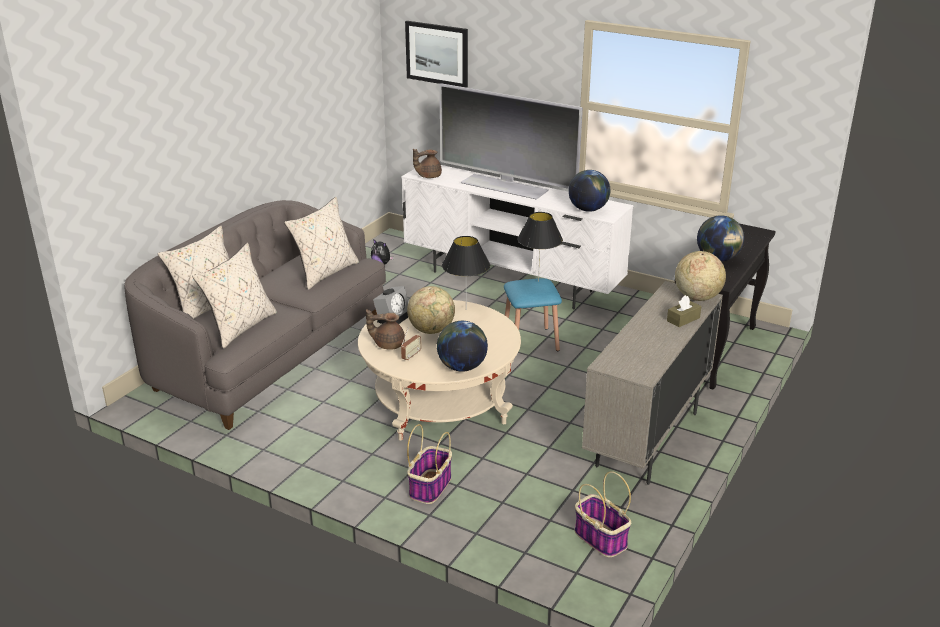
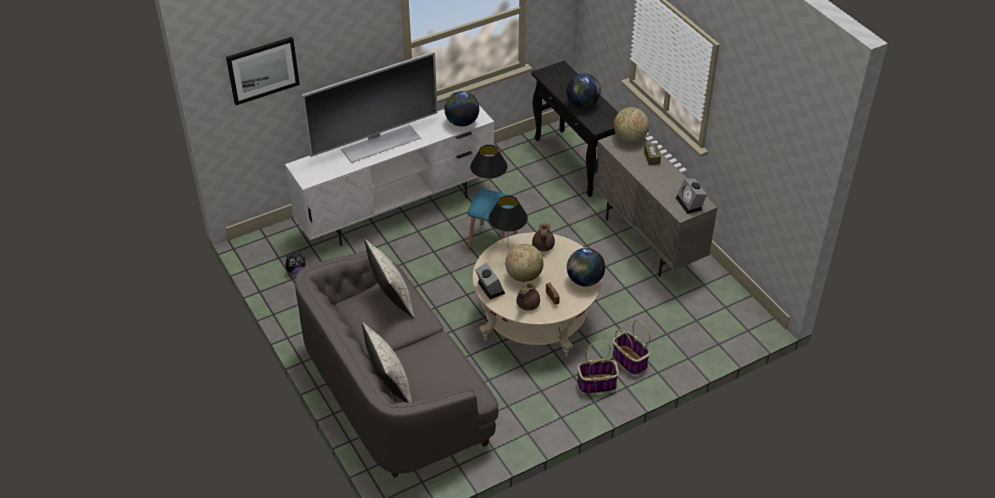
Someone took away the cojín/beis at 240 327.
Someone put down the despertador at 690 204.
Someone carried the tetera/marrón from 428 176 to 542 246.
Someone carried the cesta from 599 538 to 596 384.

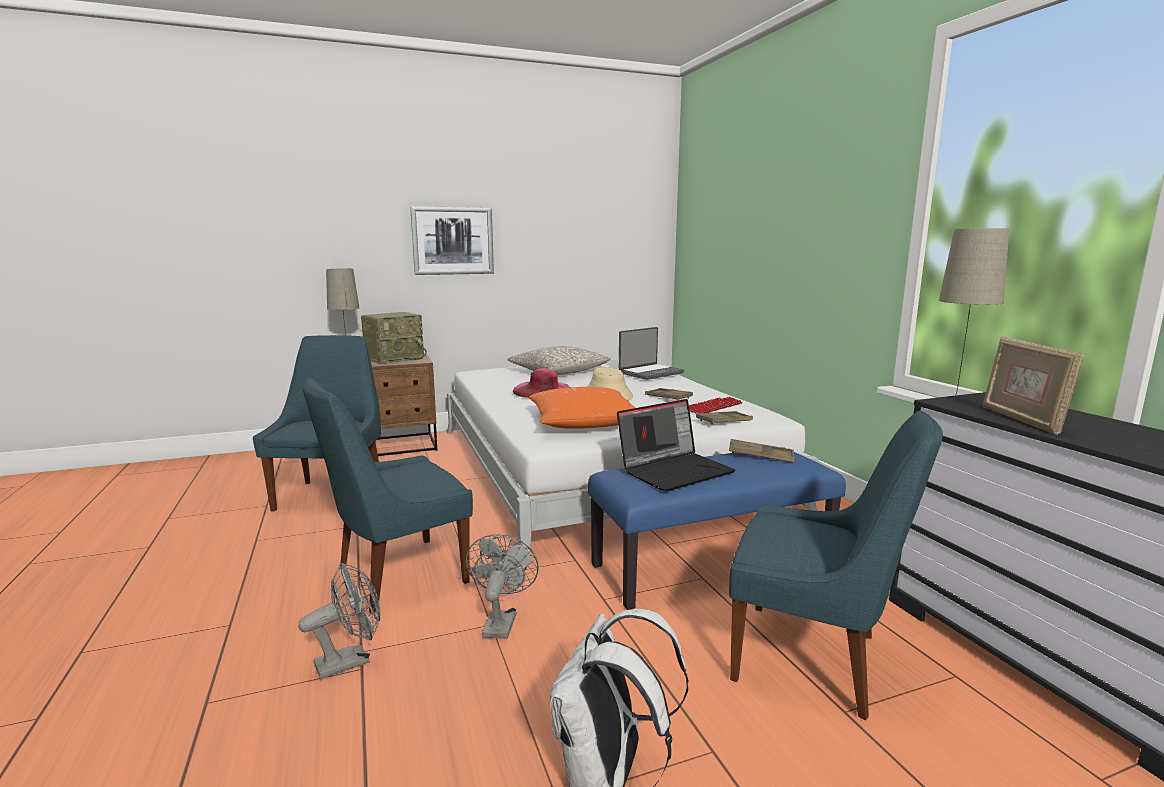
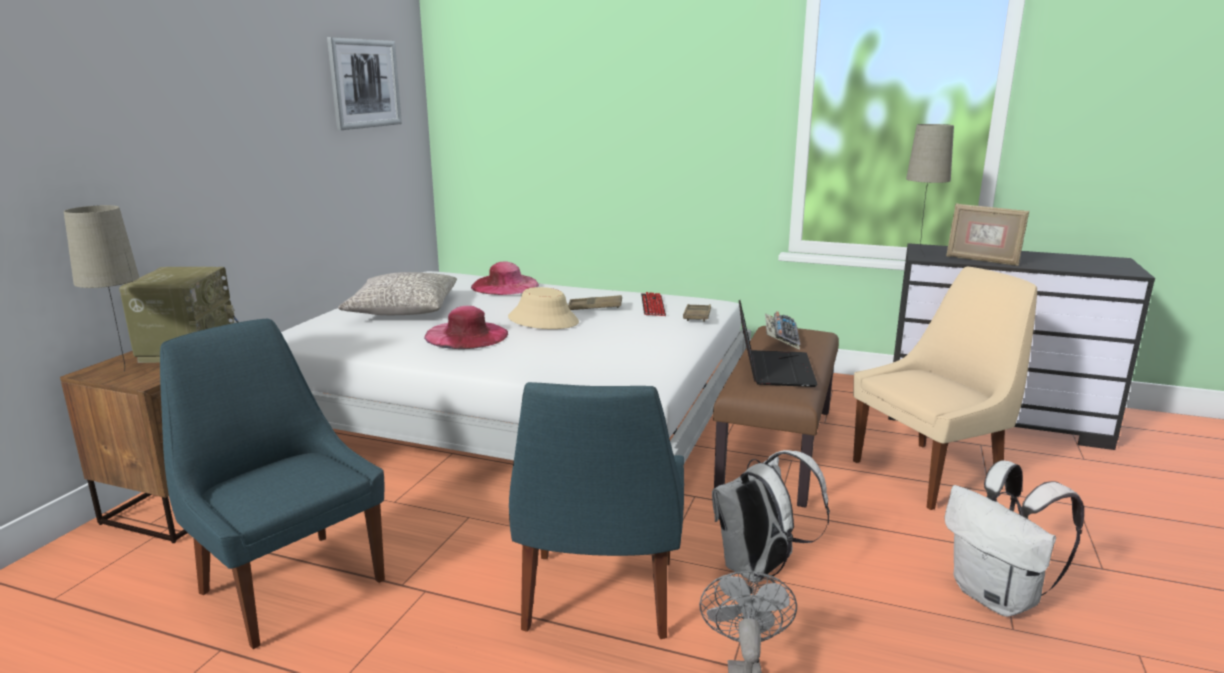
Someone took away the cojín/naranja at 584 423.
Someone carried the cuadro from 453 241 to 365 83.
Someone swapped the ventilador/gris at 501 621 for the mochila/blanco at 759 570.
Someone swapped the portátil at 650 373 for the sombrero/rosa at 505 285.
Someone swapped the bandeja/marrón at 761 455 for the teclado at 780 336.
Someone repainted the banco/azul at 711 564, which became the banco/marrón at 775 448.
Someone repainted the silla/azul at 812 659, which became the silla/beis at 930 474.

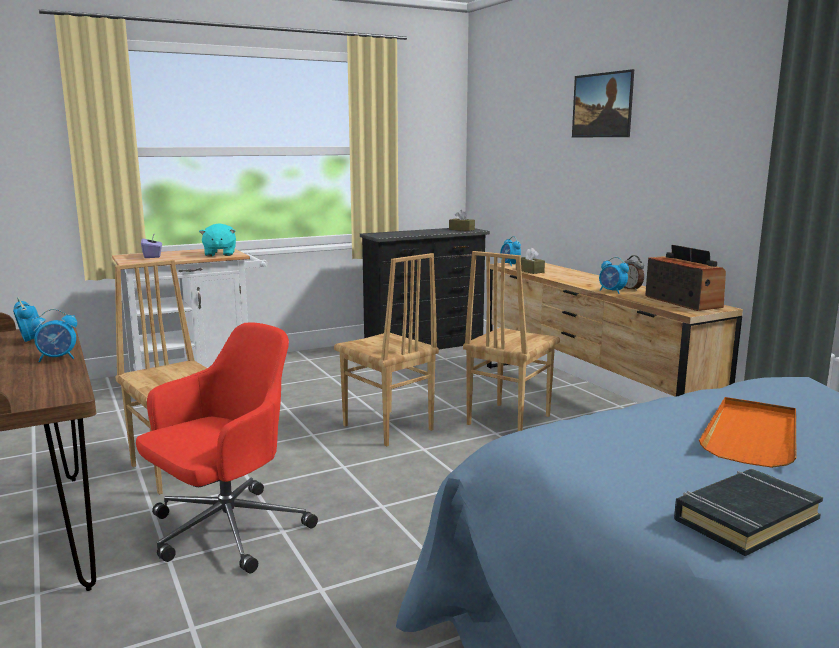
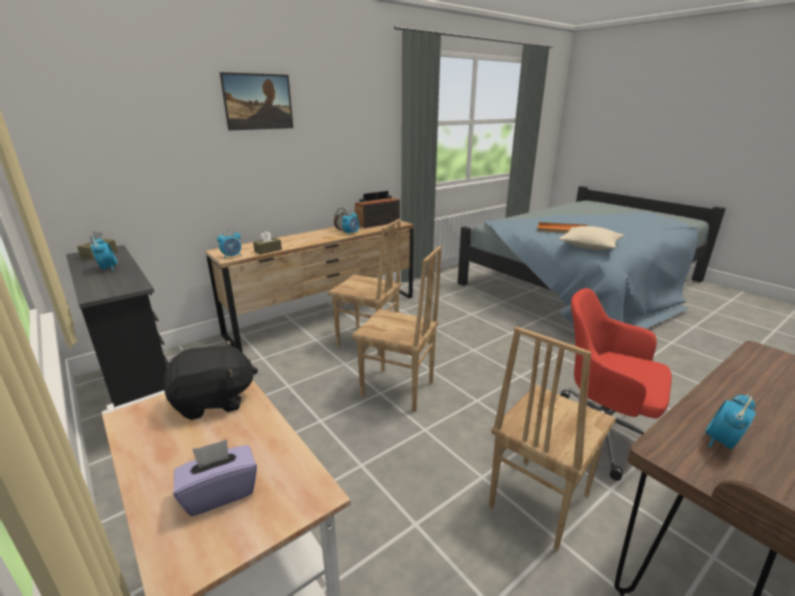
Someone took away the libro/negro at 745 519.
Someone put down the cojín/beis at 590 246.
Someone carried the despertador from 58 358 to 108 268.
Someone repainted the peluche/turquesa at 219 254, which became the peluche/negro at 214 401.
Someone rotated the silla/marrón at 387 428 by 75 degrees clockwise.

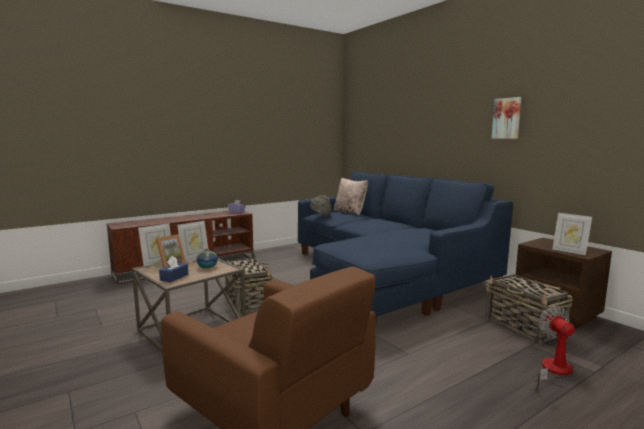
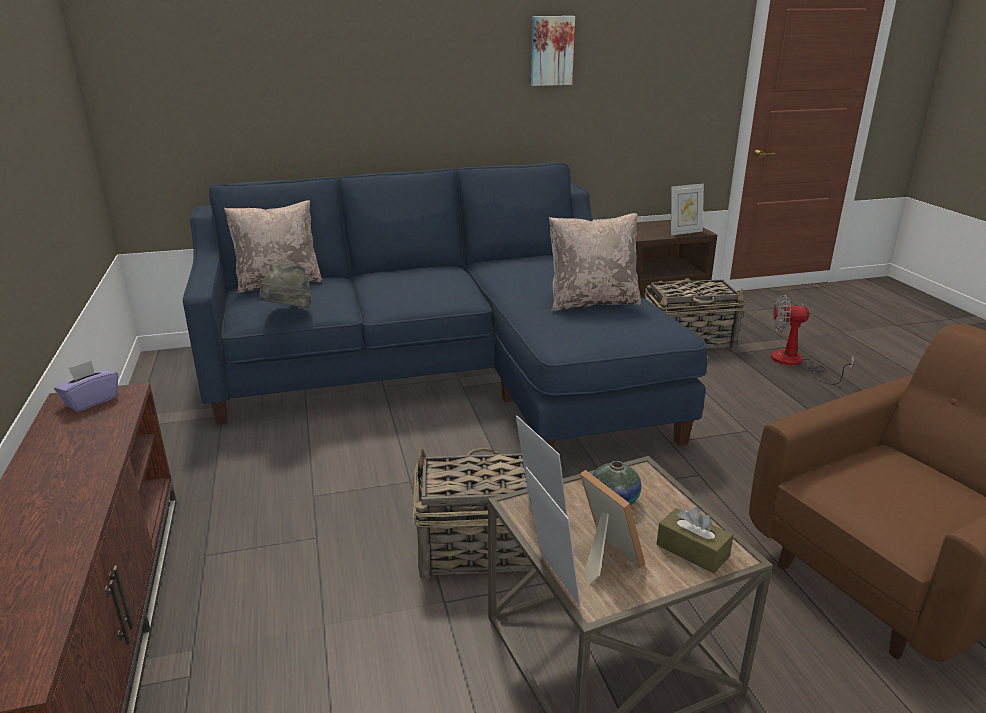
Someone put down the cojín/beis at 592 302.
Someone repainted the caja de pañuelos/azul at 174 277, which became the caja de pañuelos/marrón at 692 550.

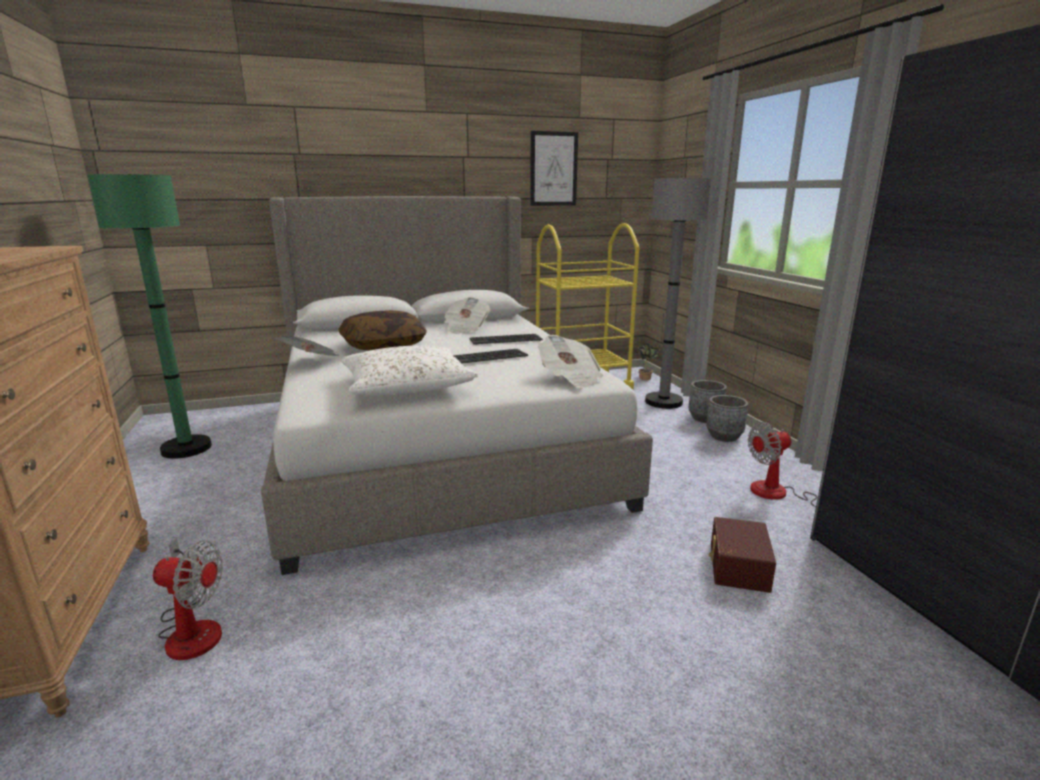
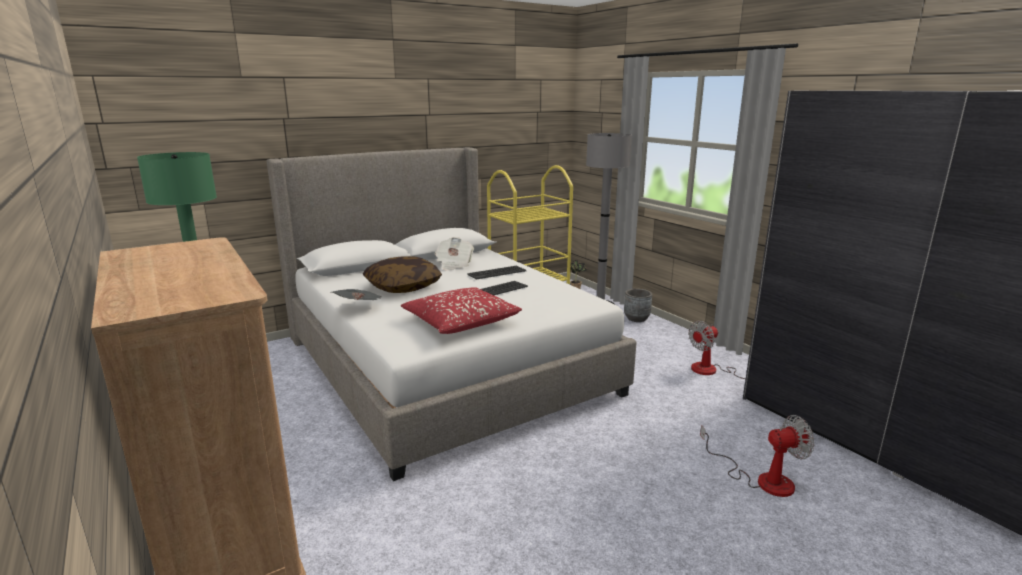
Someone took away the cuadro at 553 169.
Someone took away the periódico at 570 378.
Someone took away the maceta/gris at 724 436.
Someone took away the caja de almacenaje/marrón at 737 566.
Someone carried the ventilador from 192 629 to 762 479.
Someone repainted the cojín/blanco at 407 386, which became the cojín/rojo at 461 322.

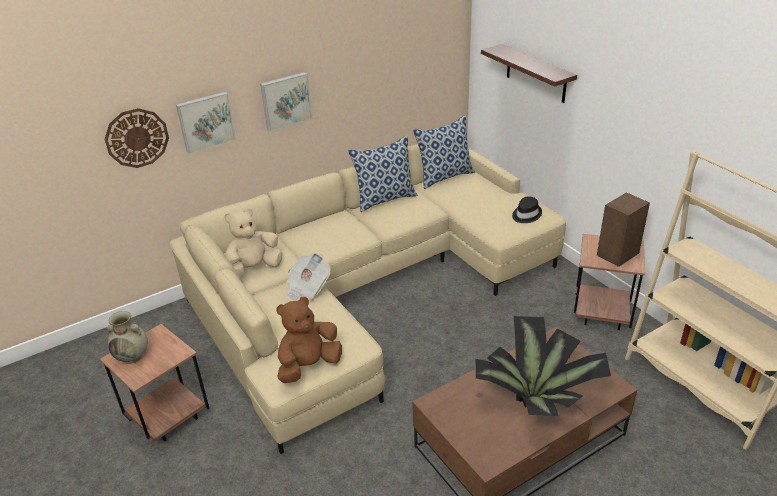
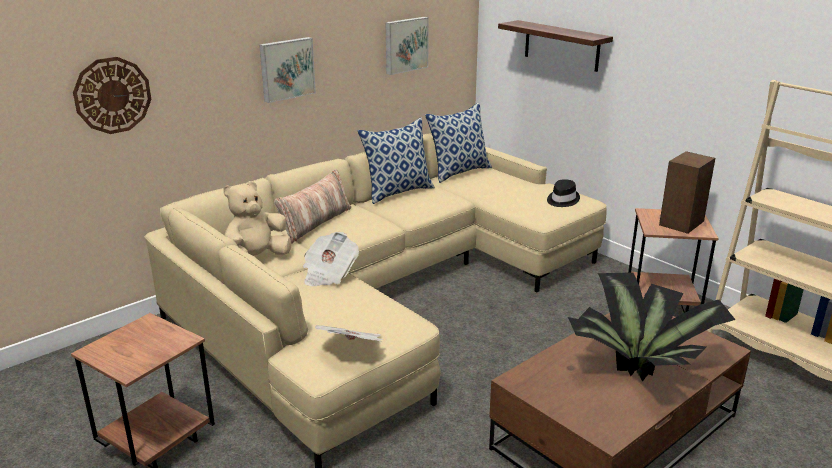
Someone took away the florero/beis at 133 356.
Someone put down the cojín at 315 224.
Someone carried the cuadro from 205 121 to 405 45.
Someone swapped the peluche/marrón at 309 366 for the periódico at 353 348.

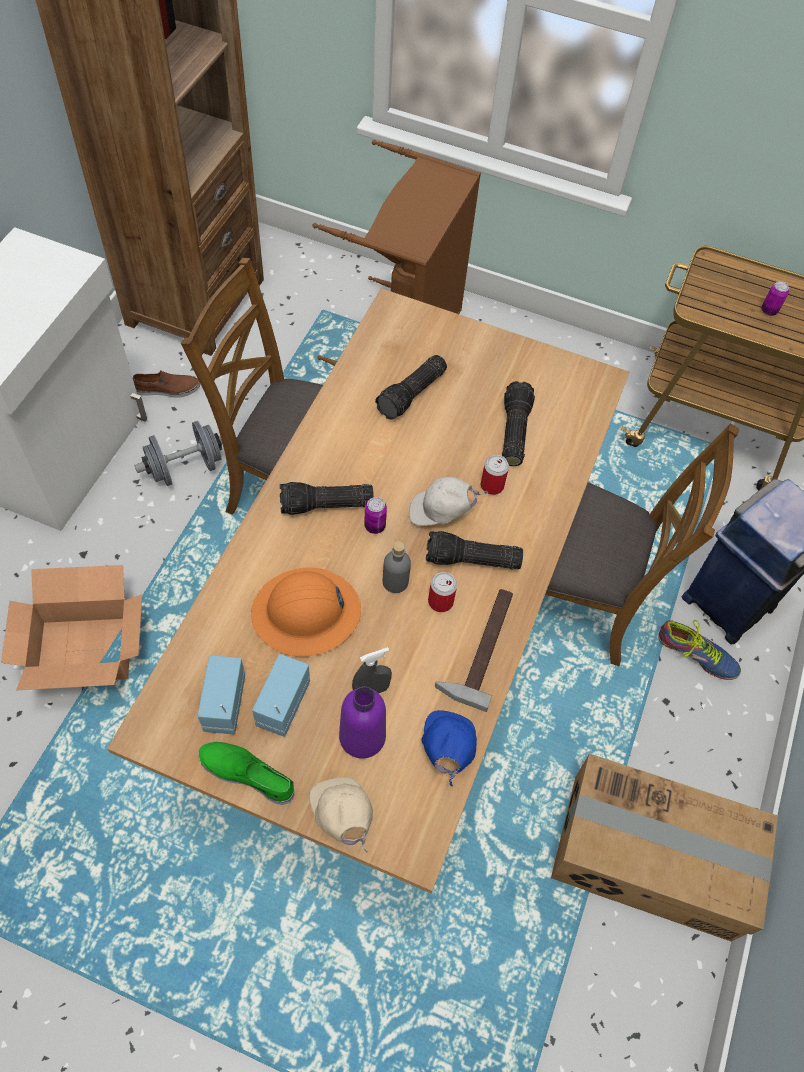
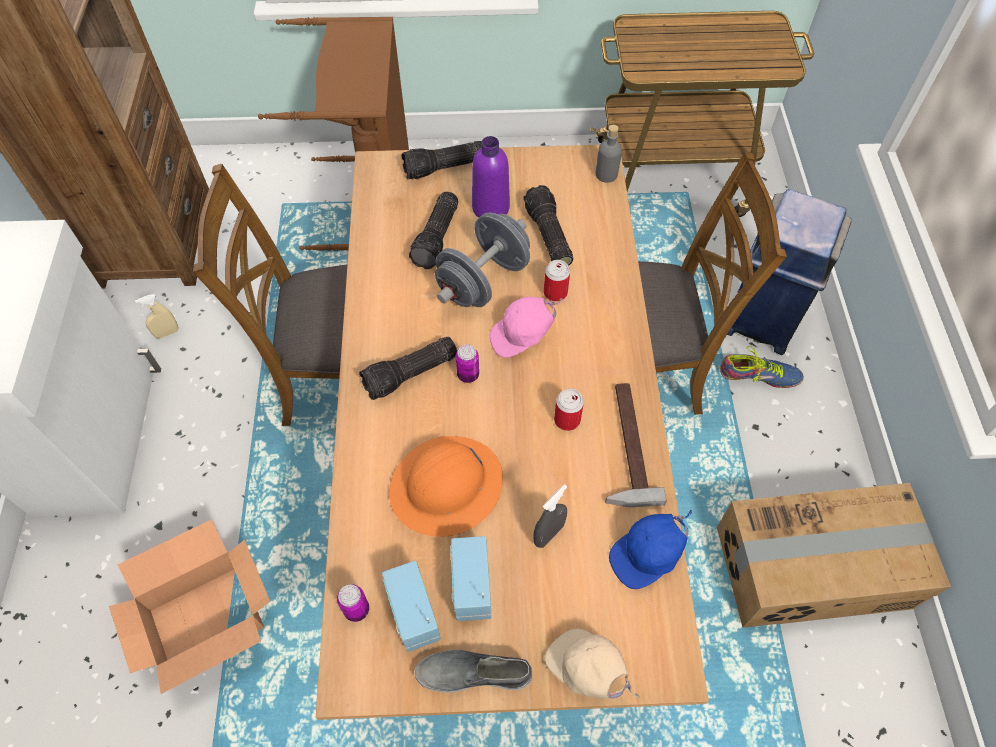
Someone carried the mancuerna/gris from 185 468 to 483 280.
Someone carried the botella/morado from 362 737 to 490 208.
Someone carried the botella/gris from 395 581 to 606 174.
Someone carried the linterna from 471 561 to 444 168.
Someone carried the lata from 769 310 to 356 609.
Someone swapped the zapato/marrón at 167 389 for the pulverizador/beis at 167 333.
Someone repainted the zapato/verde at 247 774, which became the zapato/gris at 473 673.
Someone repainted the gorra/blanco at 441 513, which became the gorra/rosa at 523 336.
Someone rotated the gorra/azul at 447 747 by 105 degrees counterclockwise.

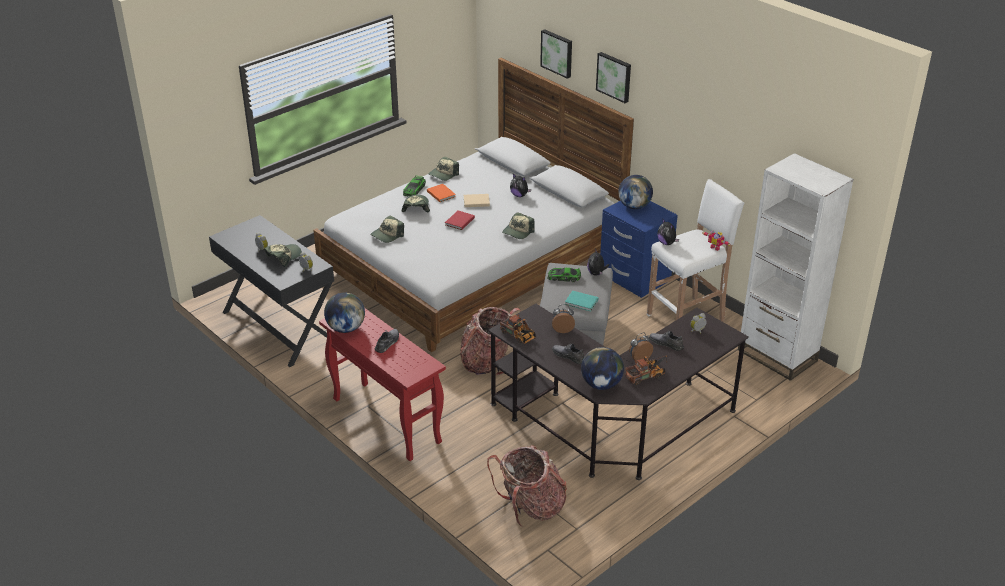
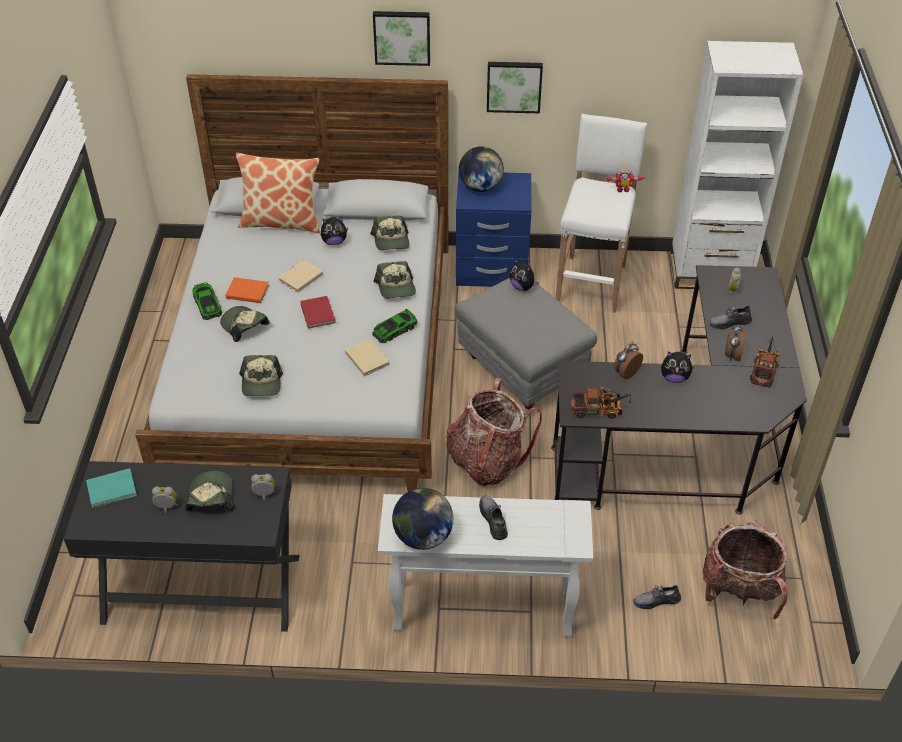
Someone took away the globo terráqueo at 601 384.
Someone put down the cojín at 281 222.
Someone put down the libro/beis at 367 358.
Someone carried the gorra from 443 174 to 391 240.
Someone carried the cuadro from 557 53 to 514 86.
Someone carried the coche de juguete from 564 277 to 394 329.
Someone carried the zapato/gris from 568 356 to 656 600.
Someone carried the libro/turquesa from 582 302 to 113 489.
Someone carried the peluche from 667 243 to 674 378.
Someone repainted the mesa consola/rojo at 385 420, which became the mesa consola/blanco at 481 610.

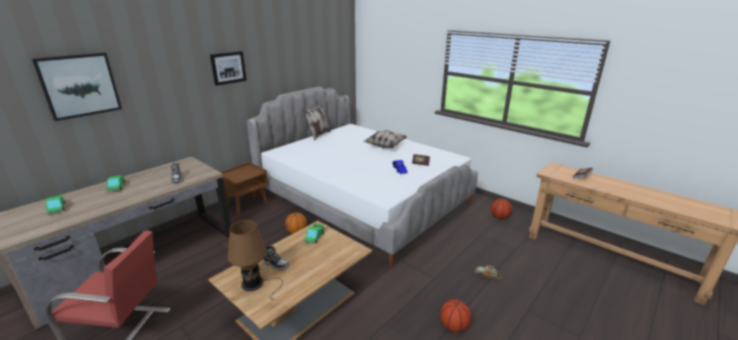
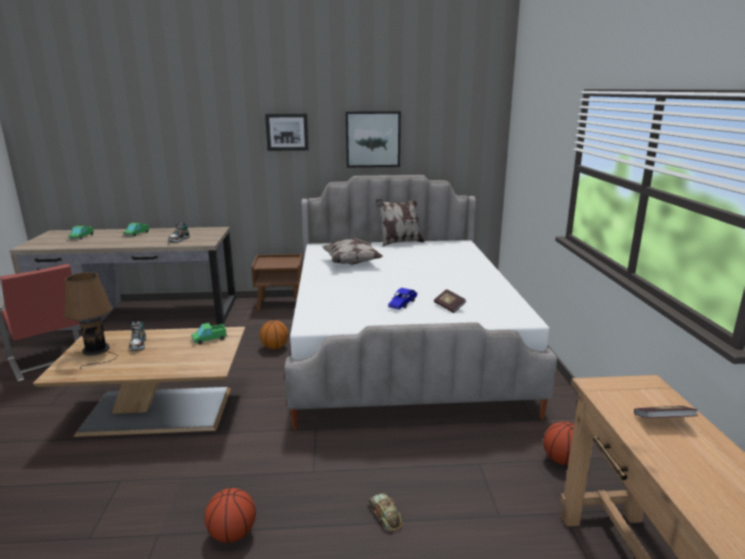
Someone carried the cuadro from 79 85 to 373 139.
Someone carried the cojín from 385 146 to 352 263.

